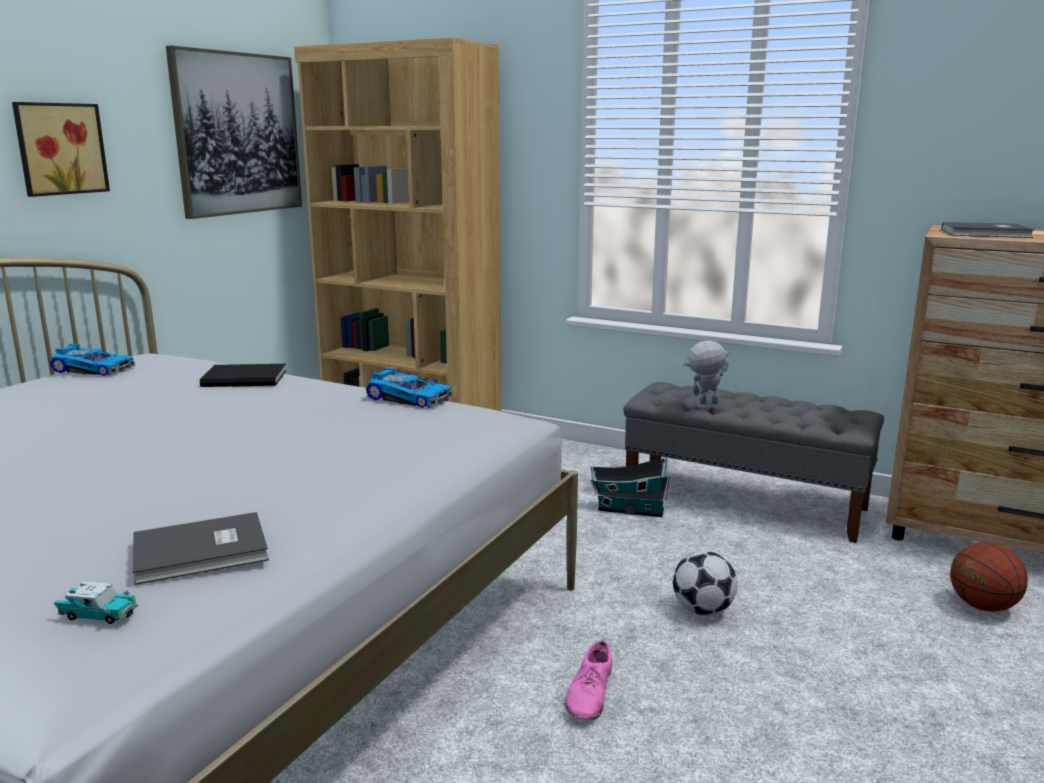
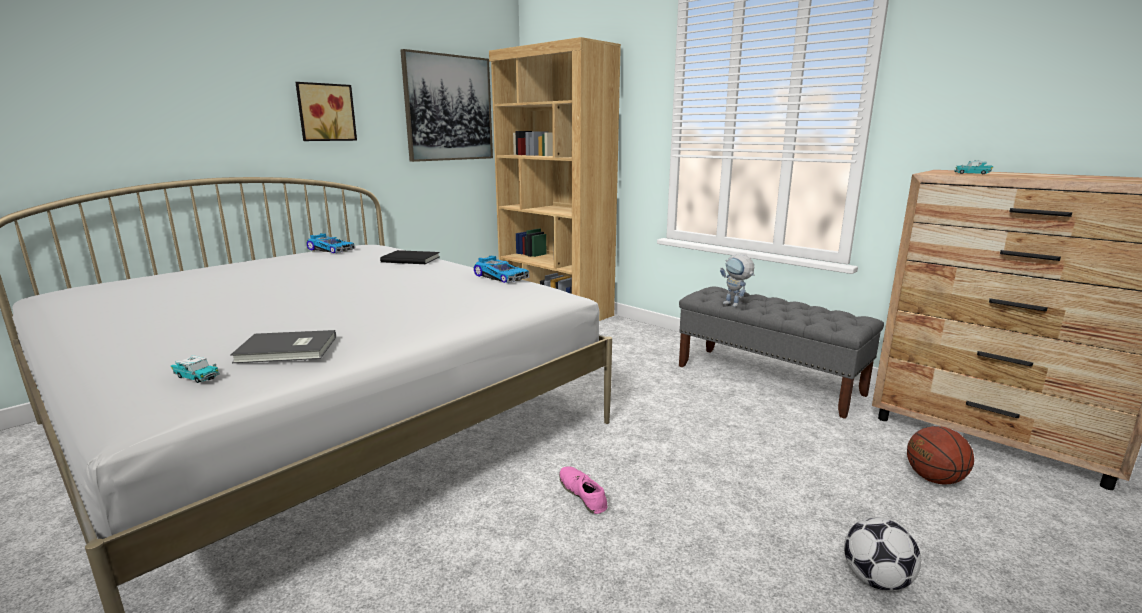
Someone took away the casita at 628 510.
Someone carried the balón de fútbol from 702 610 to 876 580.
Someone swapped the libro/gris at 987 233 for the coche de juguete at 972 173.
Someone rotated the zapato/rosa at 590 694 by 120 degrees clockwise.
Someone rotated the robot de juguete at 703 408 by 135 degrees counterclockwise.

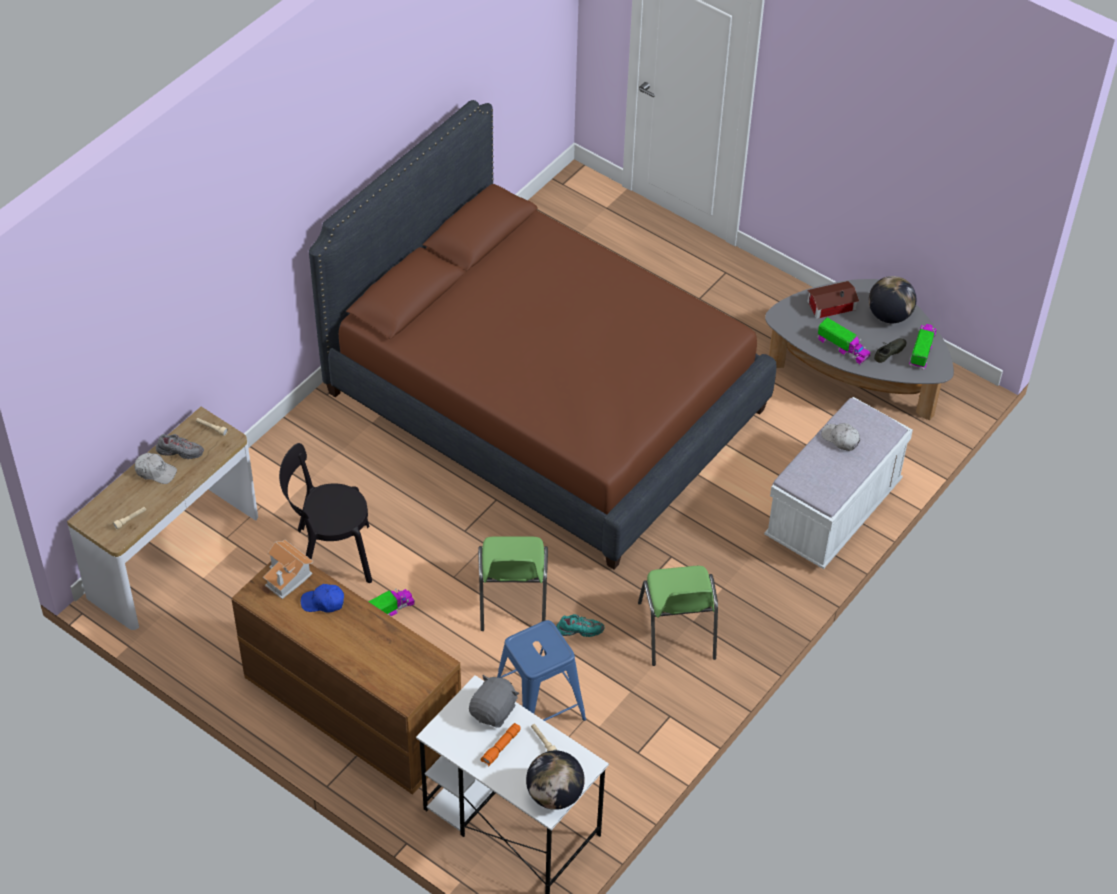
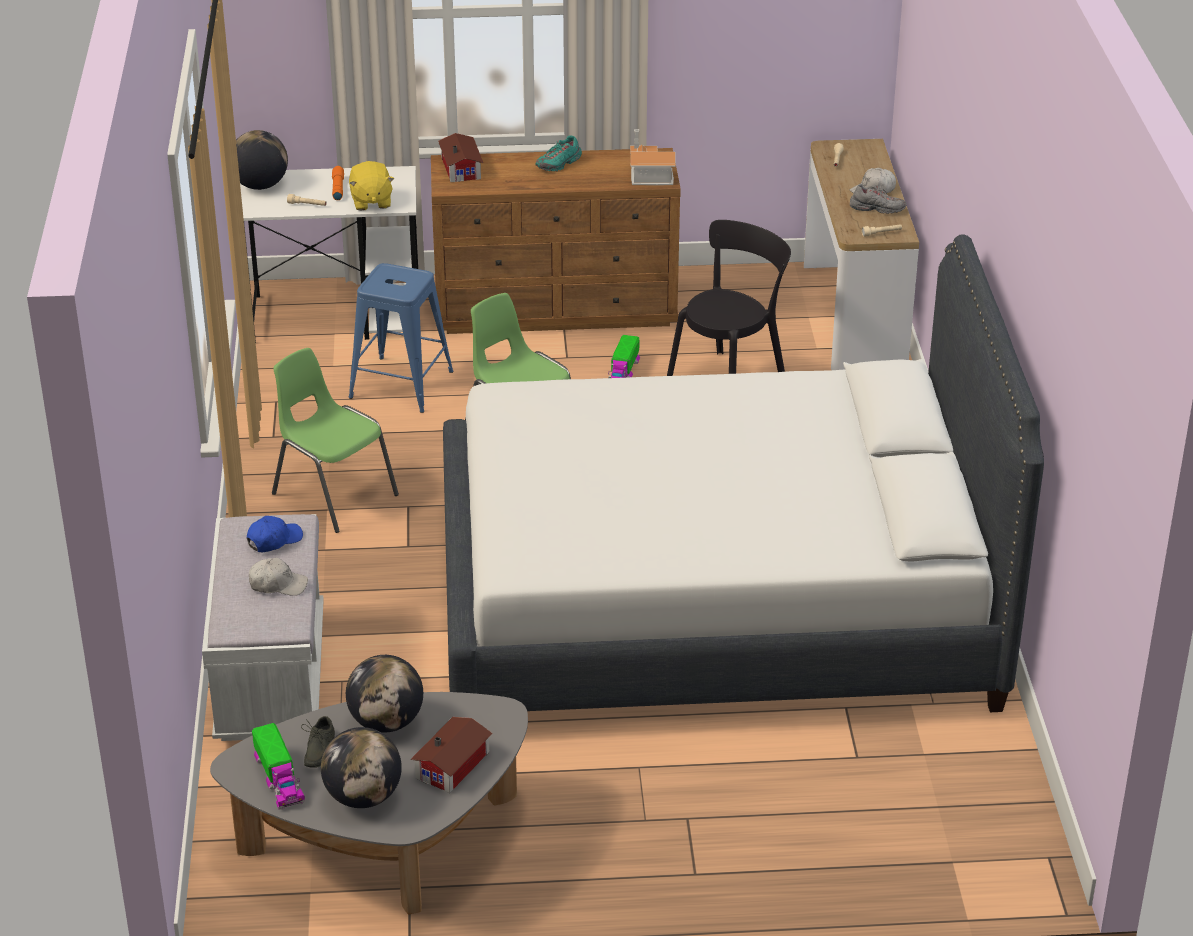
Someone put down the casita at 462 167.
Someone carried the gorra/azul from 323 602 to 274 540.
Someone carried the zapato/turquesa from 579 630 to 559 164.
Someone swapped the camión de juguete at 843 347 for the globo terráqueo at 386 722.
Someone repainted the cama/marrón at 544 400, which became the cama/blanco at 715 603.
Someone repainted the peluche/gris at 494 711, which became the peluche/amarillo at 371 202.
Someone rotated the zapato/gris at 180 452 by 135 degrees counterclockwise.

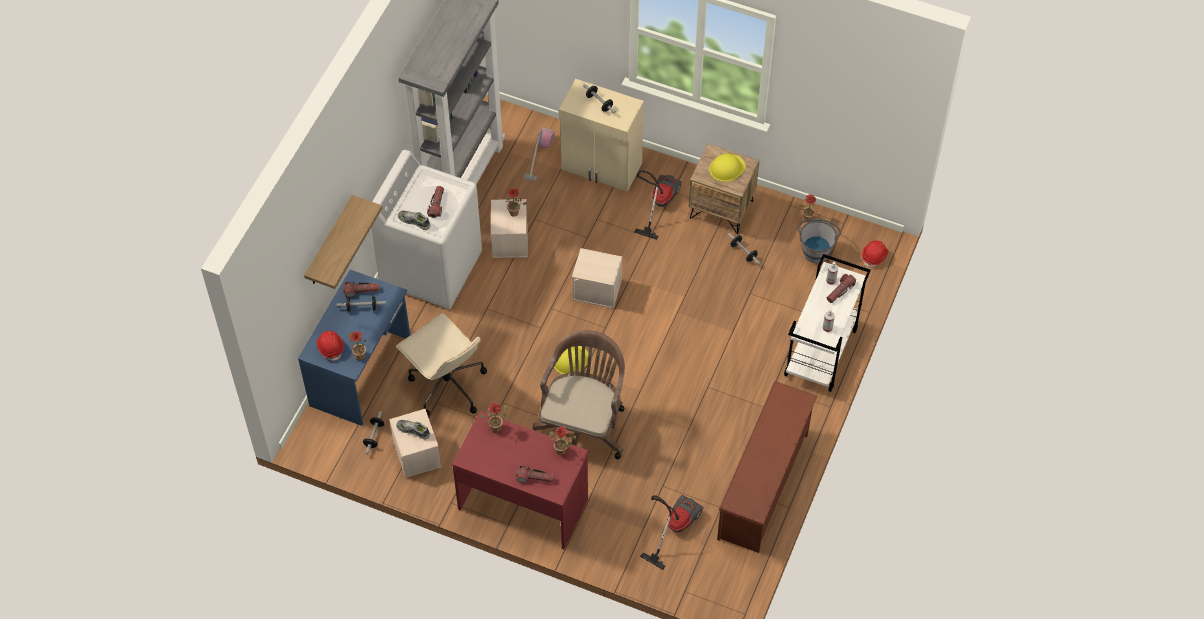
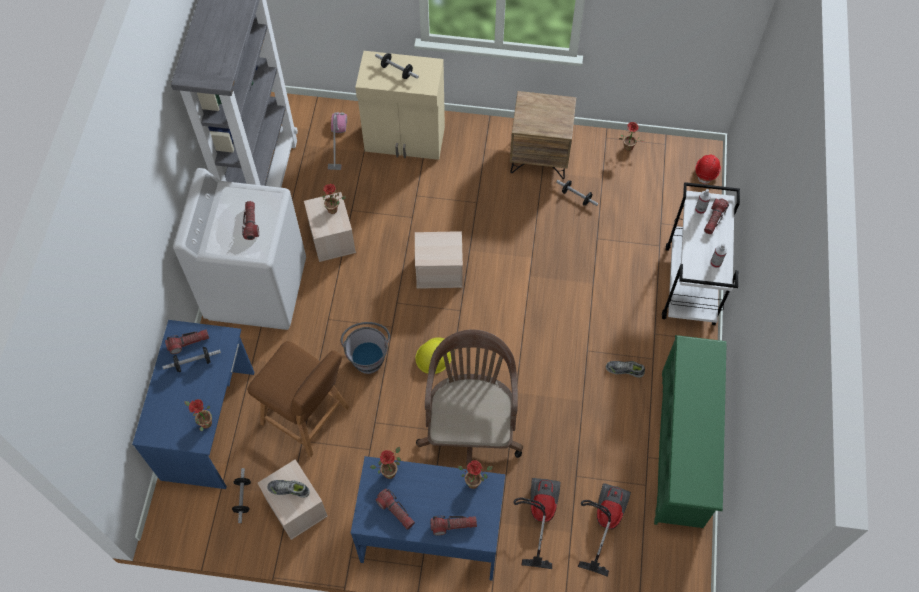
Someone took away the estante at 330 243.
Someone took away the casco/rojo at 330 347.
Someone took away the casco/amarillo at 727 168.
Someone put down the linterna at 396 511.
Someone carried the zapato from 414 221 to 624 370.
Someone carried the aspiradora from 658 203 to 538 515.
Someone carried the cubo/gris from 816 249 to 368 355.
Someone swapped the silla de oficina/beis at 447 386 for the taburete/marrón at 308 418.
Someone repainted the escritorio/rojo at 523 502, which became the escritorio/azul at 431 535.
Someone repainted the zapatero/marrón at 764 486, which became the zapatero/verde at 683 449.

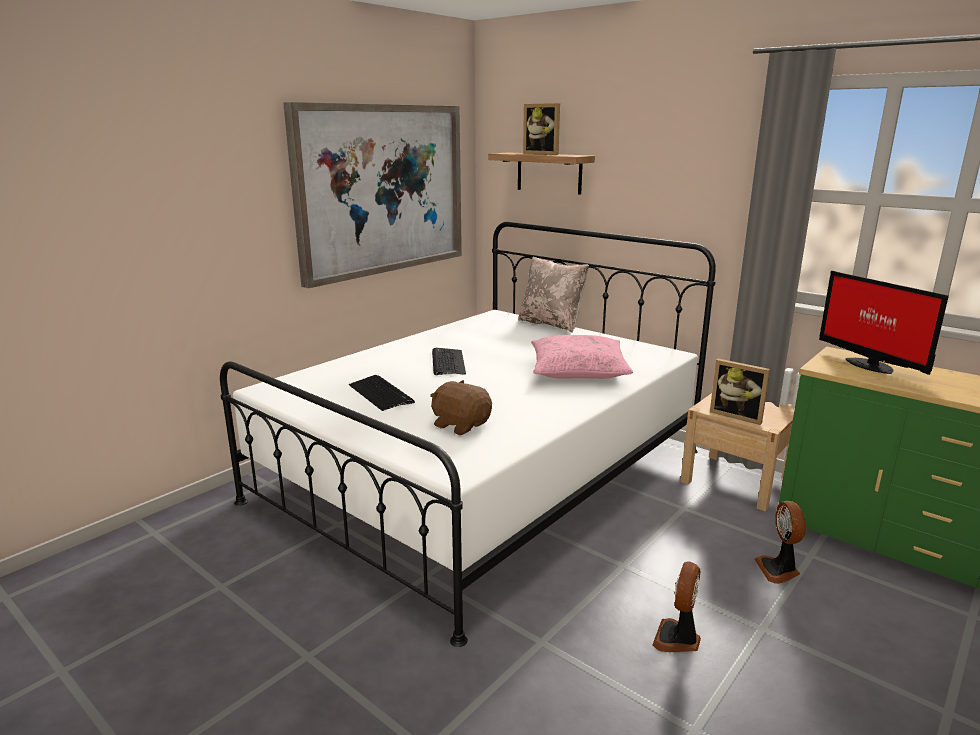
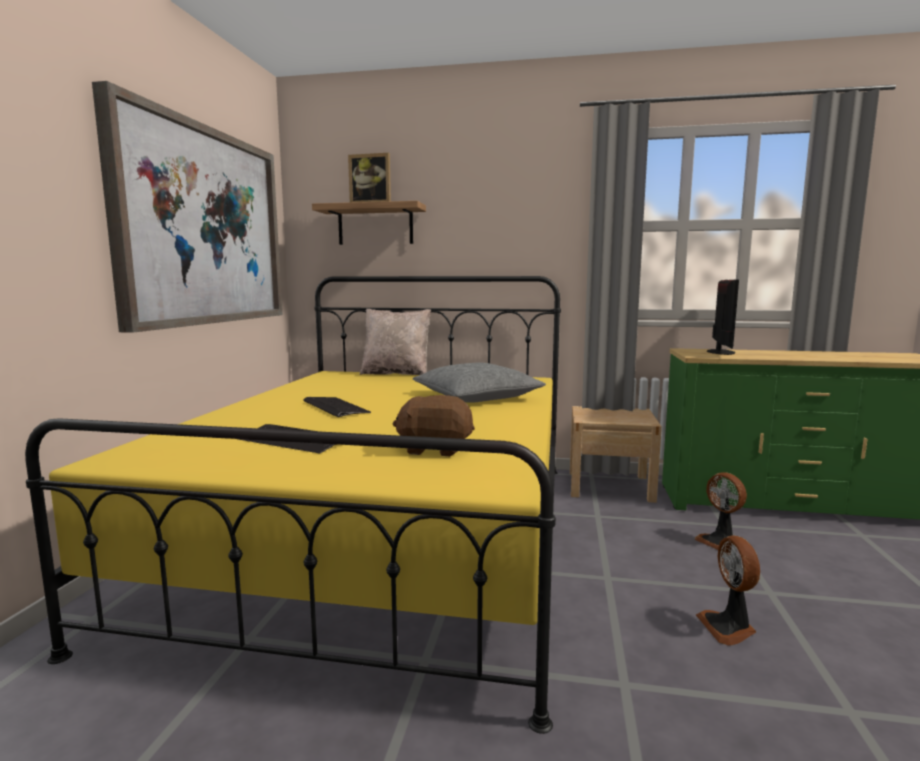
Someone took away the portarretratos at 737 415.
Someone repainted the cama/blanco at 482 474, which became the cama/amarillo at 386 535.
Someone repainted the cojín/rosa at 578 370, which became the cojín/gris at 477 397.
Someone rotated the monitor at 869 365 by 105 degrees counterclockwise.

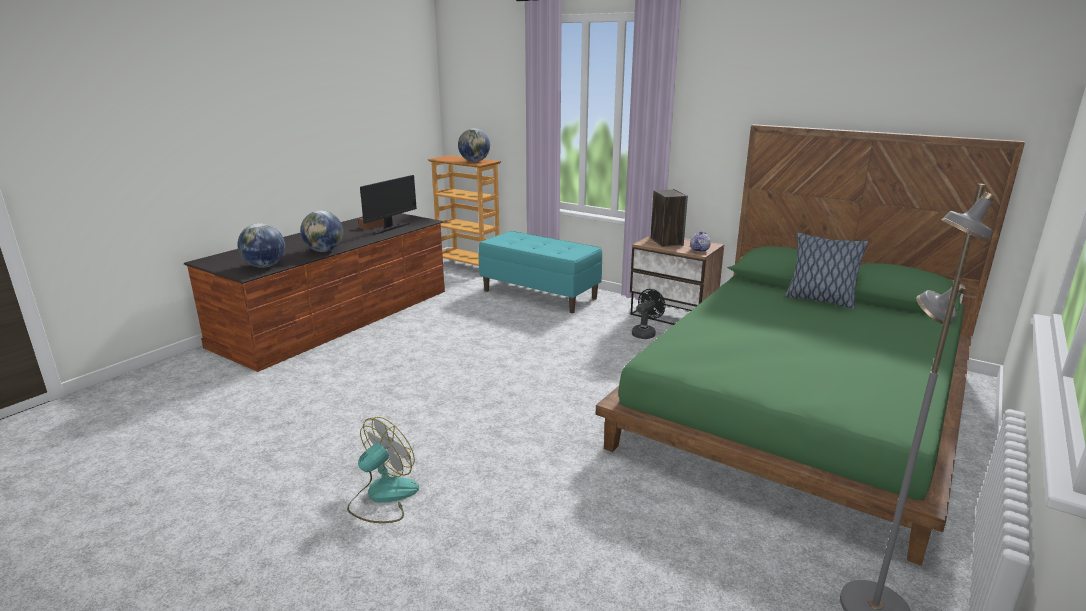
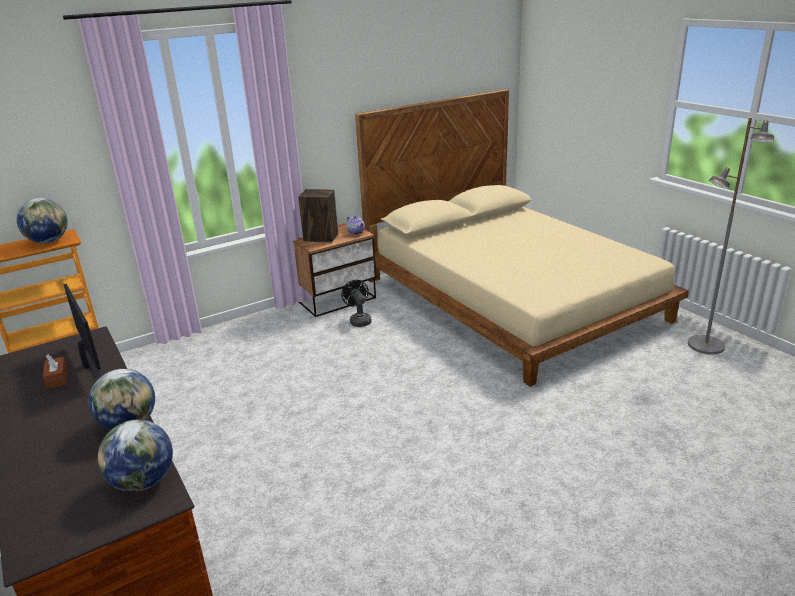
Someone took away the ventilador at 383 497.
Someone took away the banco/turquesa at 540 294.
Someone took away the cojín at 819 300.
Someone repainted the cama/verde at 800 406, which became the cama/beis at 512 299.

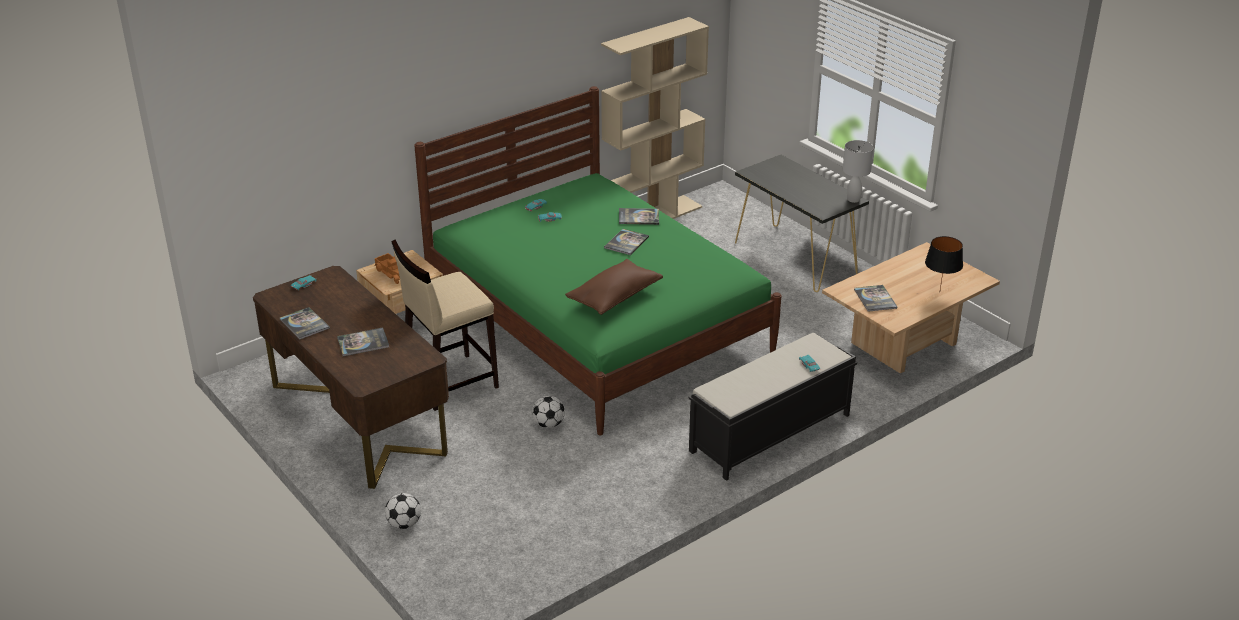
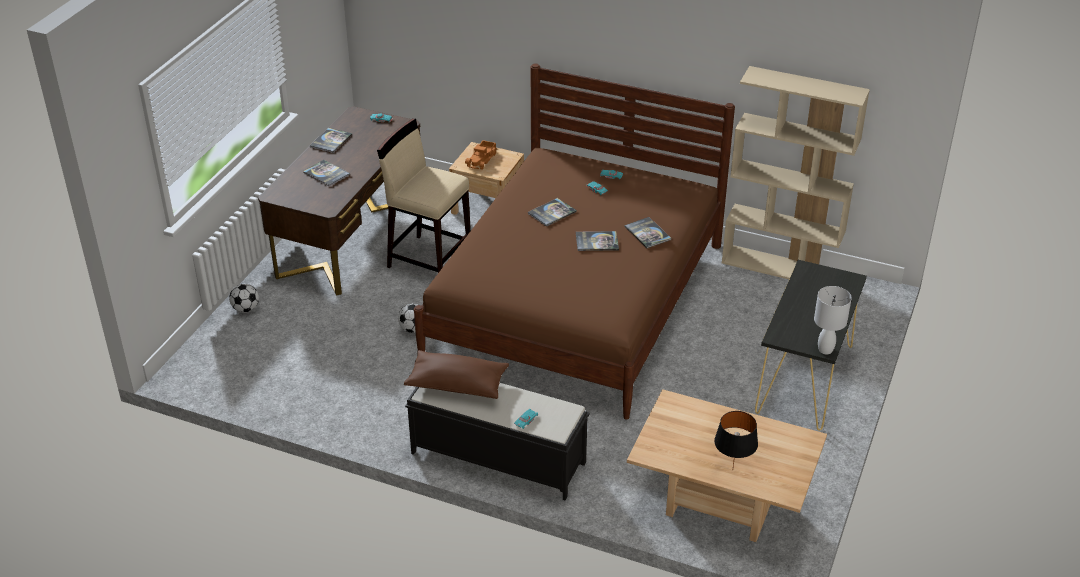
Someone carried the cojín/marrón from 614 297 to 457 384.
Someone carried the libro from 875 299 to 552 213.
Someone repainted the cama/verde at 598 323, which became the cama/marrón at 576 300.

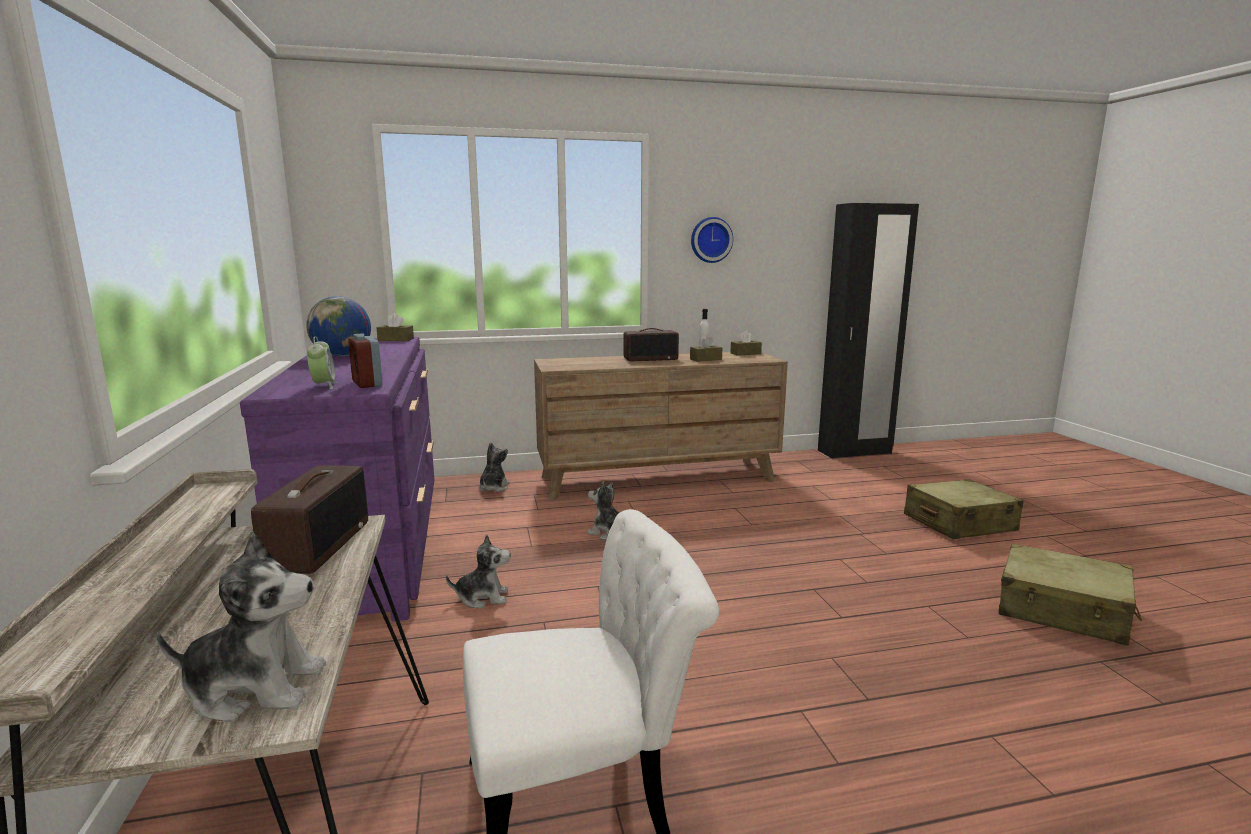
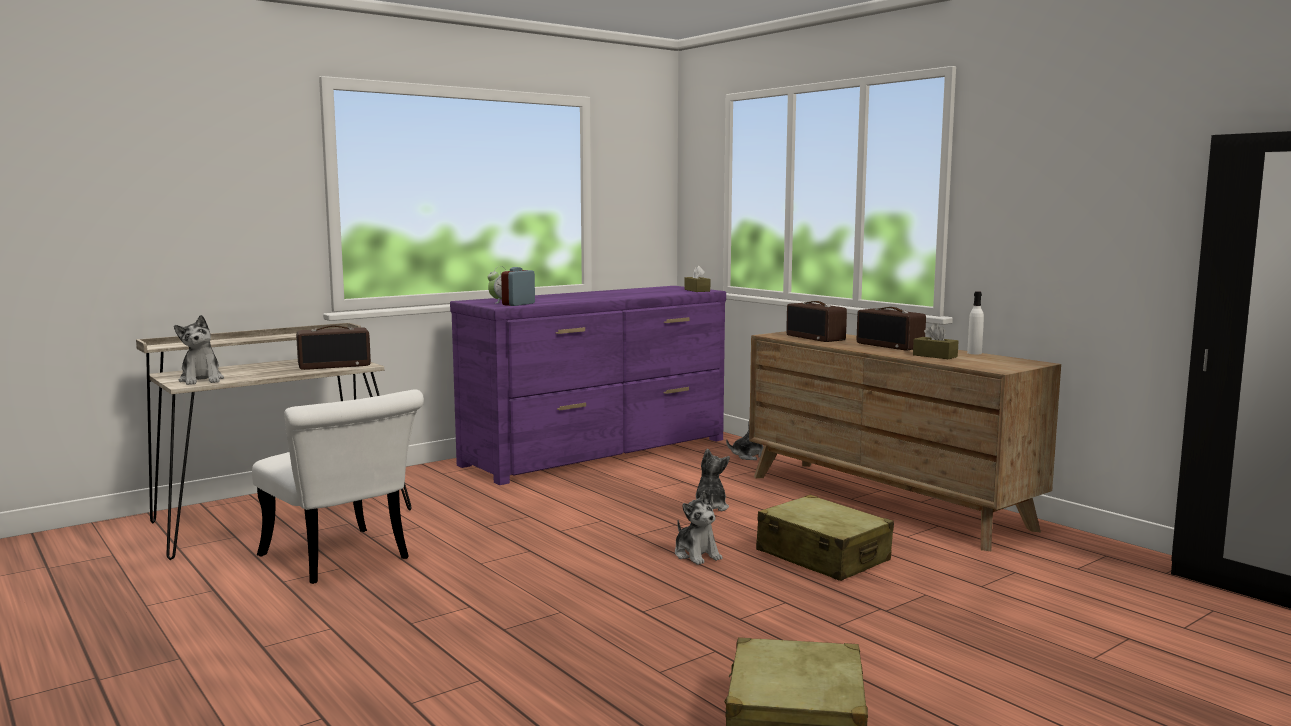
Someone took away the globo terráqueo at 342 356.
Someone took away the reloj de pared at 710 240.
Someone took away the caja de pañuelos/marrón at 745 353.
Someone put down the radio at 816 338.
Someone carried the peluche from 483 598 to 696 555.
Someone carried the maleta/beis from 959 524 to 823 556.

